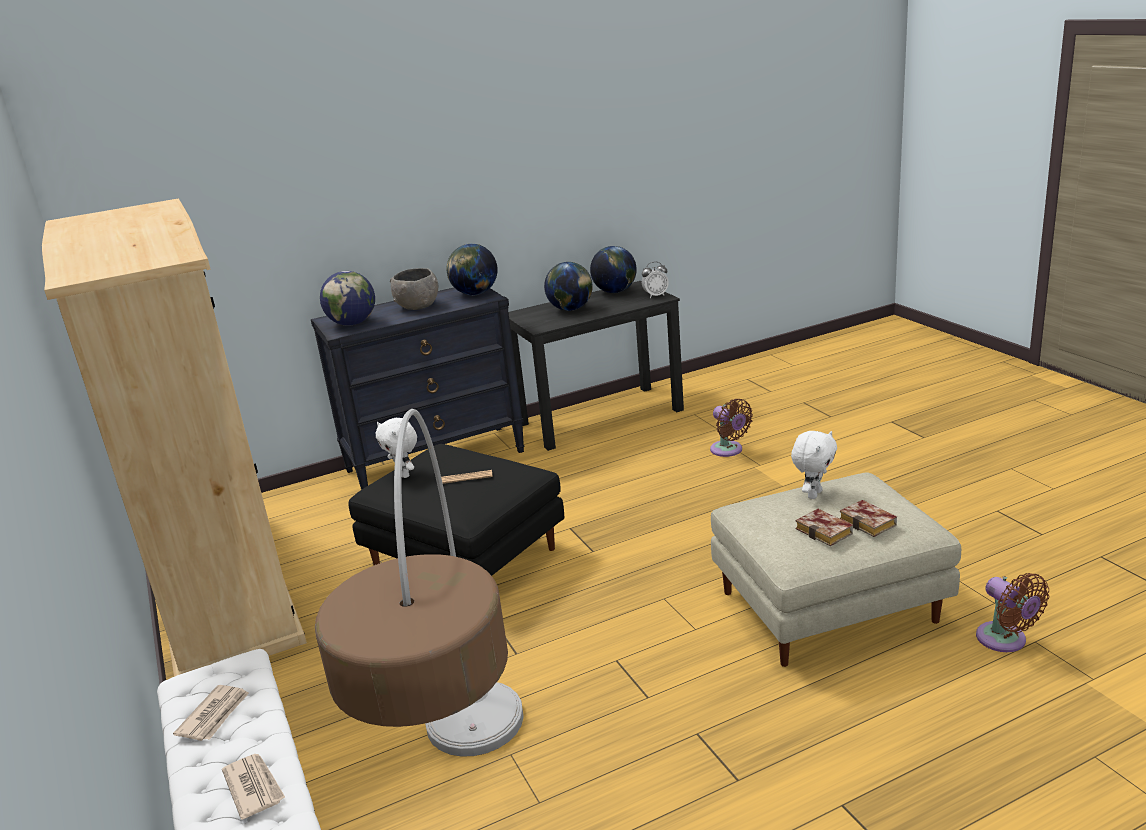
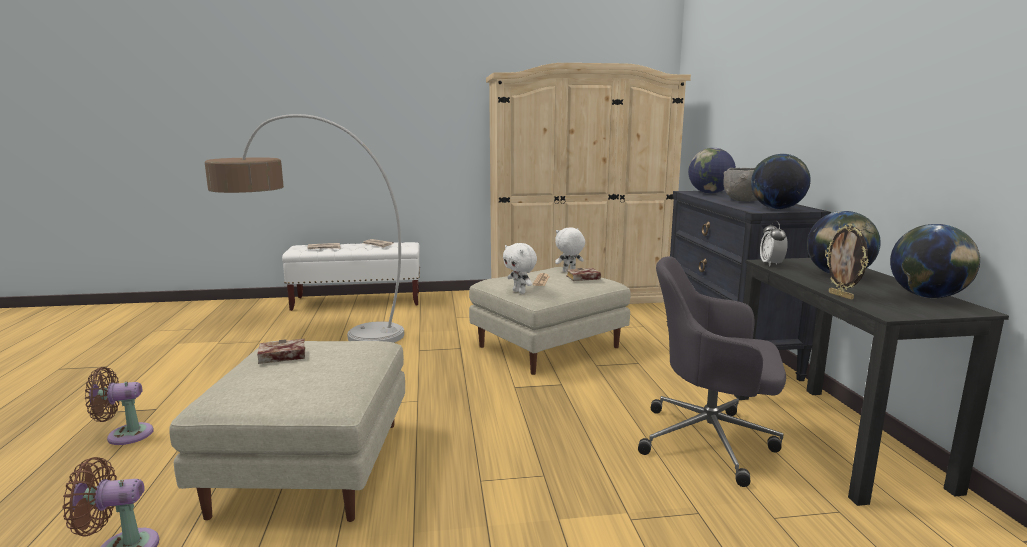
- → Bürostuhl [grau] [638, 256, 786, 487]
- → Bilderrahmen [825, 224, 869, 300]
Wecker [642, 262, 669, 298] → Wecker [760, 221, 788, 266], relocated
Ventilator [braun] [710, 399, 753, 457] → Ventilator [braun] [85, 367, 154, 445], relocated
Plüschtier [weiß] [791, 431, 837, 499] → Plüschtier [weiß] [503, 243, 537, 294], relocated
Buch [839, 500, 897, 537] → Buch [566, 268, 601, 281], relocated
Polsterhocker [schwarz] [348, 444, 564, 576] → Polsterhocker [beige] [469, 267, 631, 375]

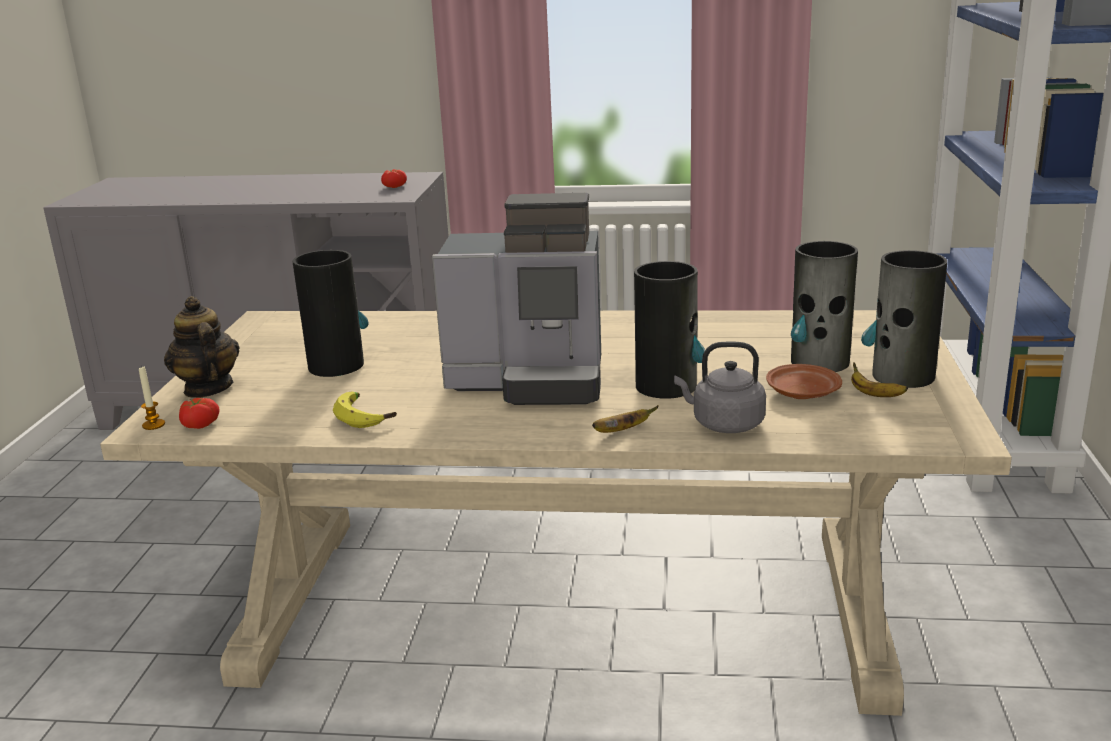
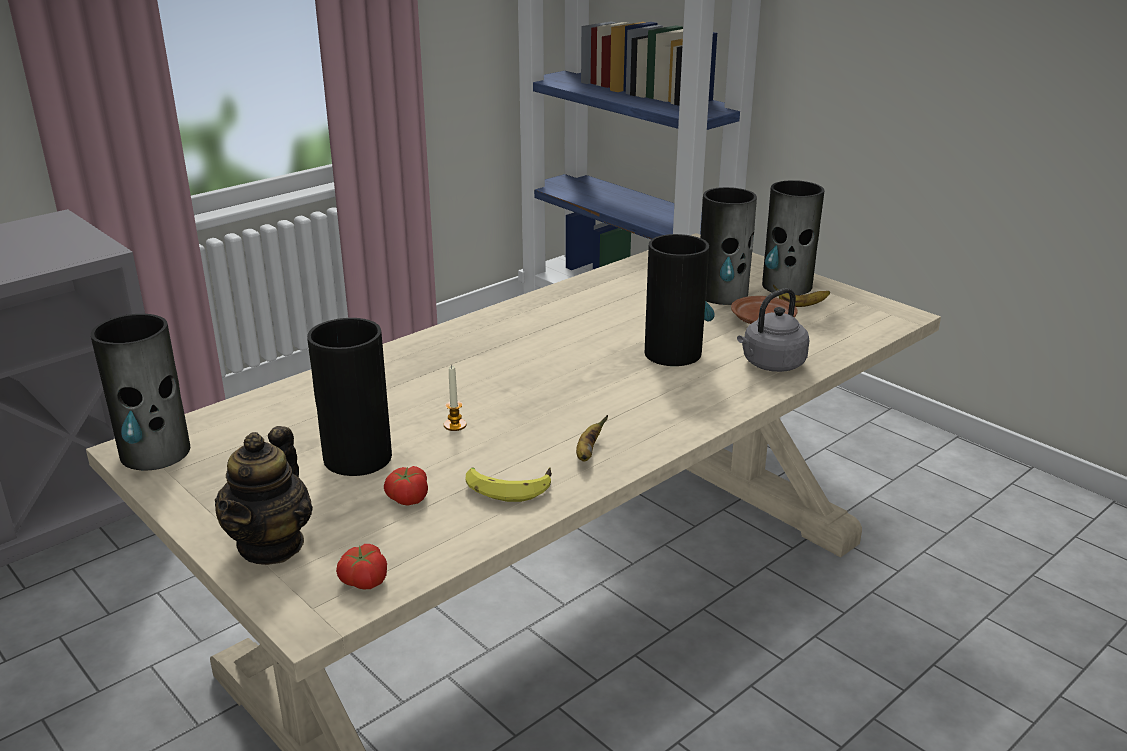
Kaffeemaschine [432, 193, 601, 405] → -
- → Vase [91, 314, 190, 470]
Kerze [139, 366, 165, 430] → Kerze [444, 366, 467, 431], relocated
Tomate [381, 169, 407, 188] → Tomate [384, 466, 428, 506], relocated
Banane [592, 405, 659, 433] → Banane [576, 415, 608, 462], relocated
Teekanne [164, 296, 240, 398] → Teekanne [215, 426, 313, 565], 90 degrees counterclockwise

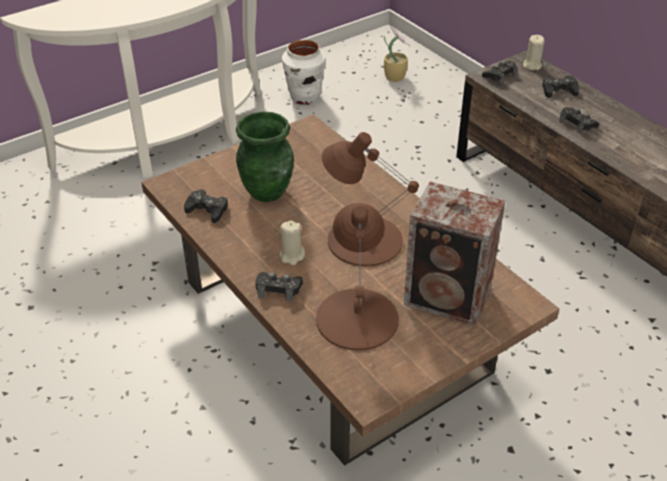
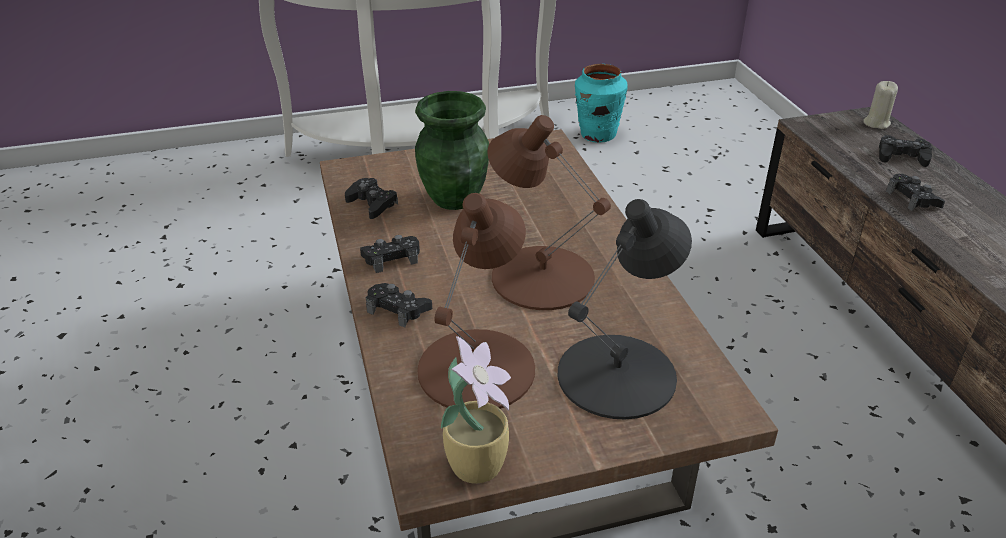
Kerze [beige] [280, 221, 305, 265] → -
Topfpflanze [384, 24, 410, 82] → Topfpflanze [441, 336, 511, 484], relocated
Gamepad [schwarz] [482, 61, 518, 84] → Gamepad [schwarz] [360, 235, 420, 273], relocated
Lautsprecher [404, 182, 505, 326] → Tischlampe [schwarz] [558, 199, 692, 419]
Vase [weiß] [282, 40, 326, 105] → Vase [türkis] [575, 64, 628, 143]

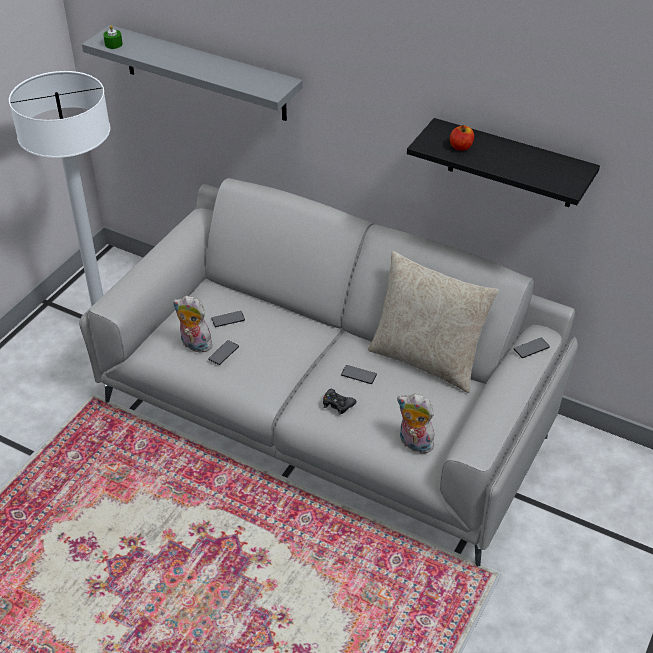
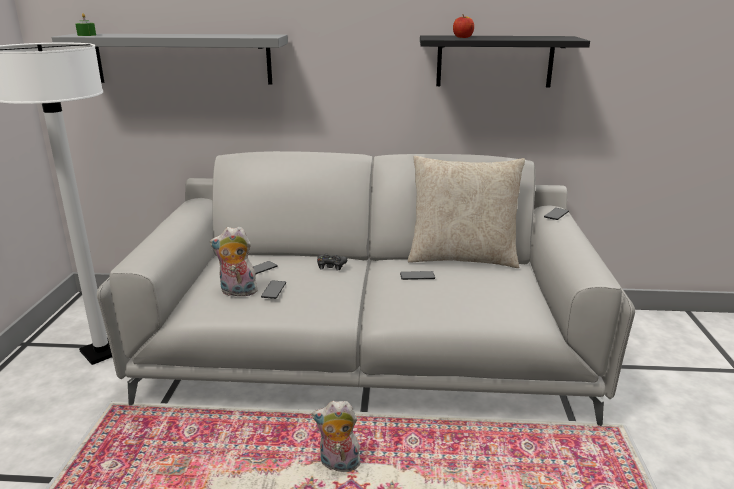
Gamepad [schwarz] [323, 389, 357, 415] → Gamepad [schwarz] [317, 254, 347, 270], relocated
Plüschtier [397, 394, 434, 454] → Plüschtier [312, 401, 364, 472], relocated

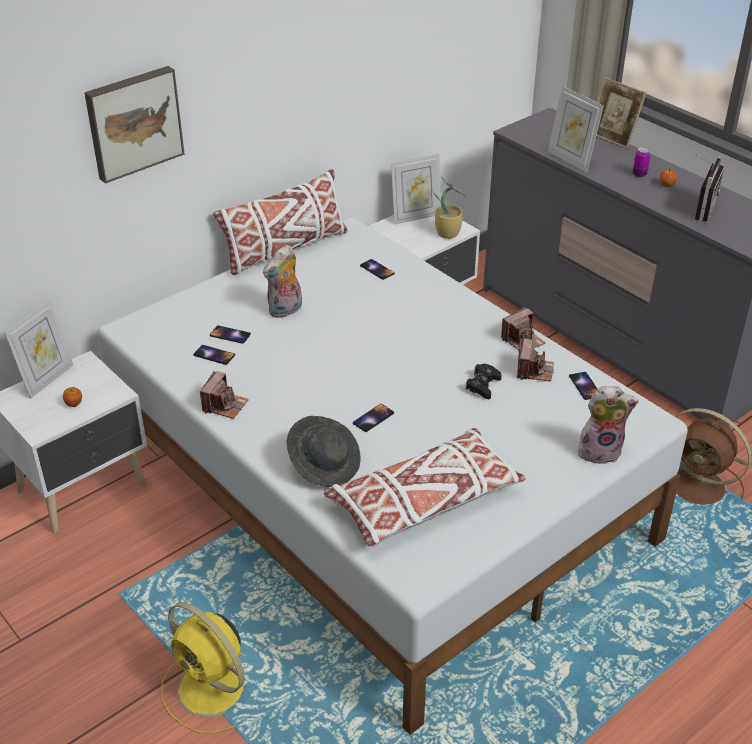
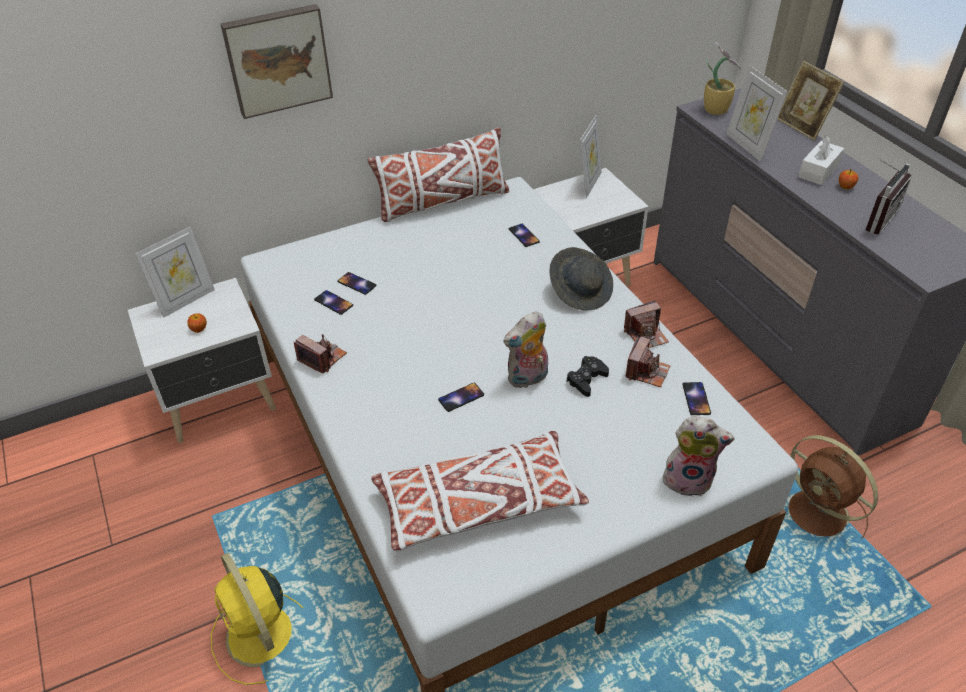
Plüschtier [263, 245, 302, 318] → Plüschtier [503, 311, 548, 388], relocated
Hut [grau] [287, 416, 361, 487] → Hut [grau] [549, 247, 613, 310], relocated
Topfpflanze [432, 175, 465, 239] → Topfpflanze [704, 42, 741, 115], relocated
Dose [633, 147, 651, 177] → Taschentuchbox [weiß] [798, 135, 844, 185]
Kamera [200, 371, 249, 419] → Kamera [294, 334, 347, 374], 90 degrees counterclockwise
Bilderrahmen [391, 154, 441, 225] → Bilderrahmen [580, 115, 602, 199], 60 degrees counterclockwise

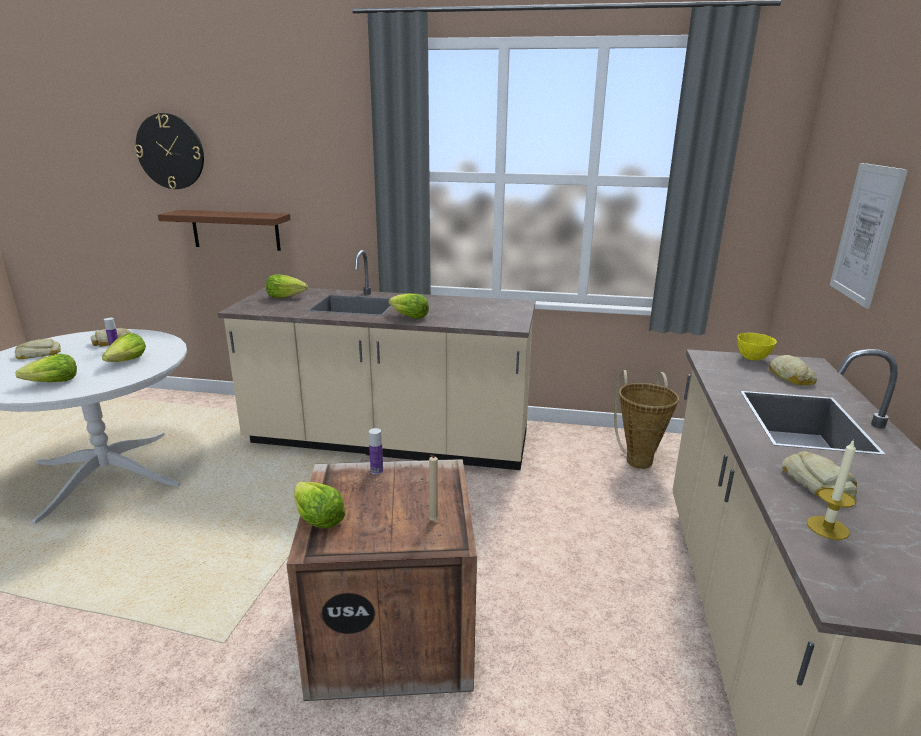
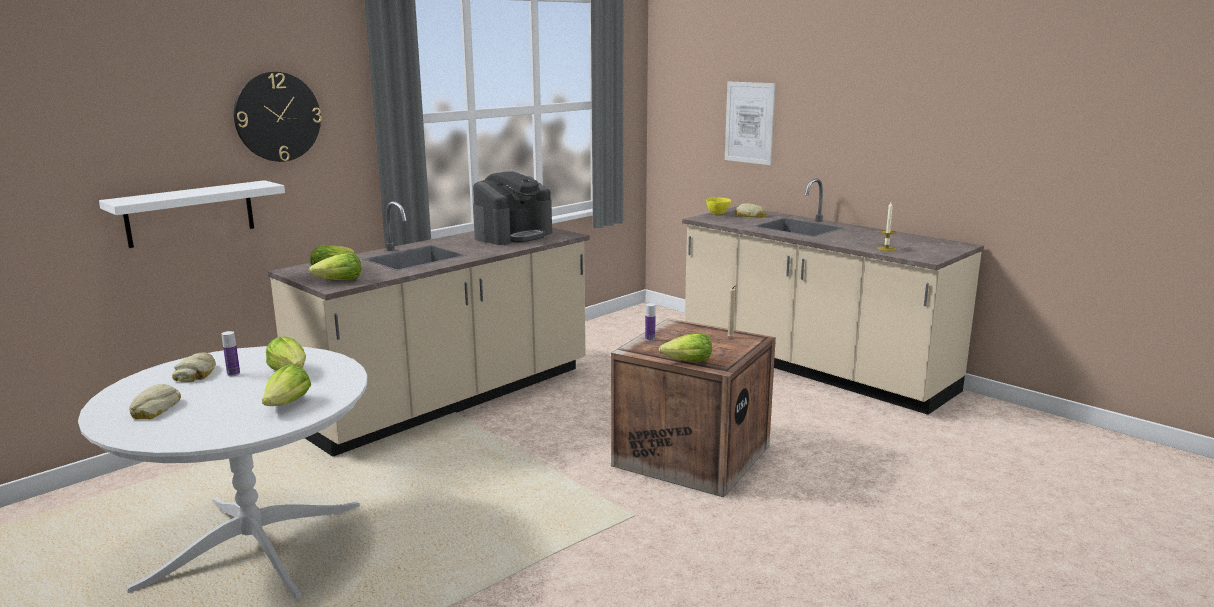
Korb [614, 370, 679, 469] → -
Brot [782, 451, 857, 498] → -
- → Kaffeemaschine [473, 171, 552, 245]
Wanduhr [135, 113, 204, 189] → Wanduhr [234, 72, 322, 162], relocated
Salatkopf [389, 293, 429, 319] → Salatkopf [309, 253, 361, 280], relocated
Wandregal [braun] [158, 210, 291, 251] → Wandregal [weiß] [99, 180, 285, 248]

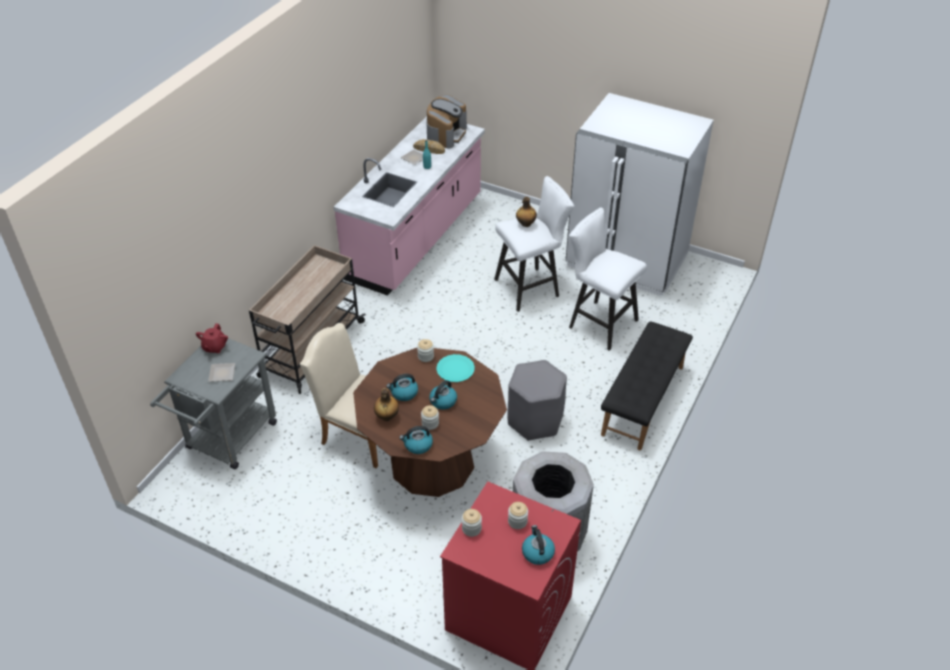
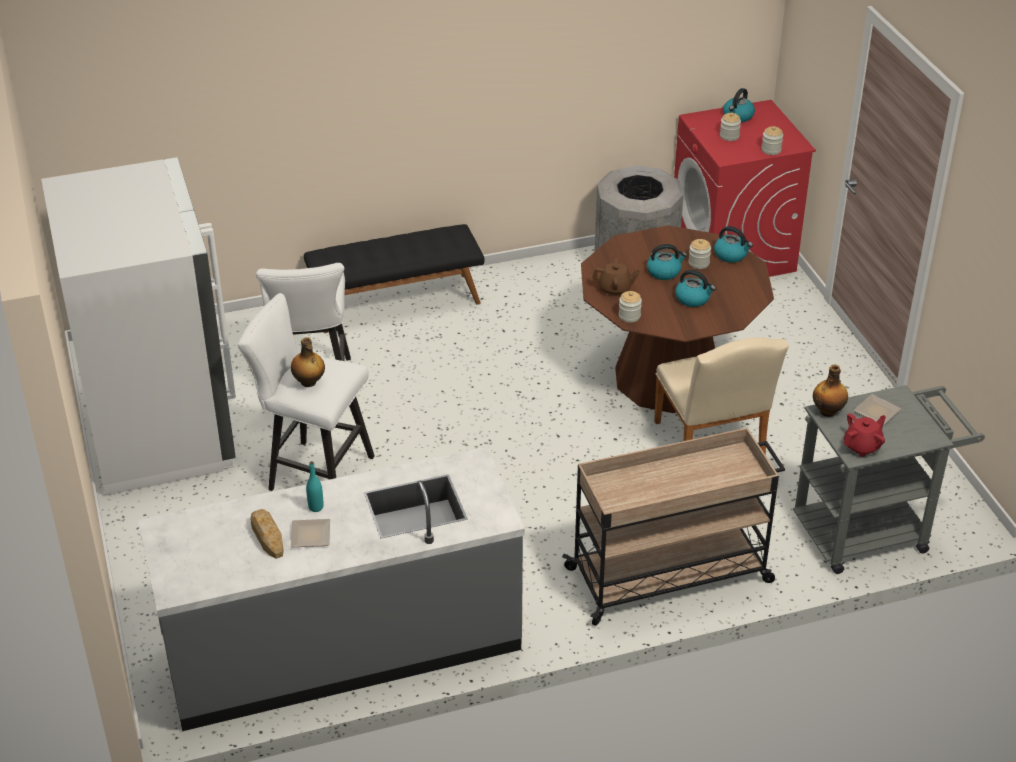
Kaffeemaschine [426, 95, 467, 149] → -
Hocker [grau] [507, 360, 567, 441] → -
Flasche [374, 388, 399, 421] → Flasche [813, 365, 848, 417], relocated
Teller [türkis] [436, 354, 475, 382] → Teekanne [braun] [592, 258, 640, 296]
Küchenzeile [rosa] [334, 116, 485, 296] → Küchenzeile [grau] [138, 447, 525, 731]

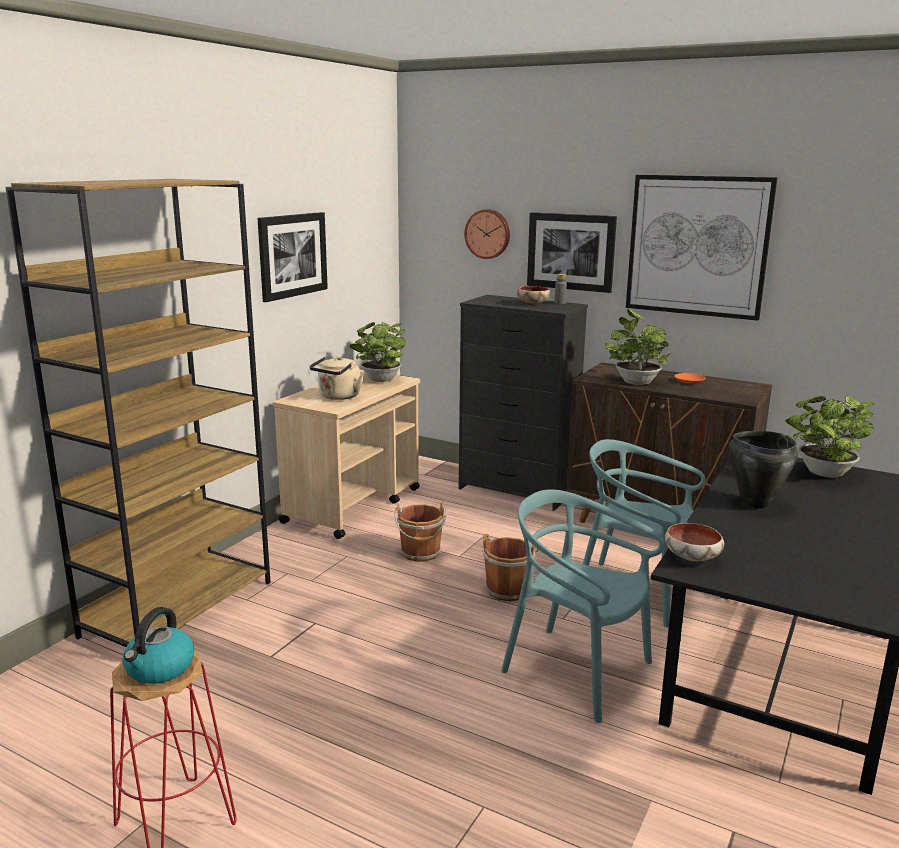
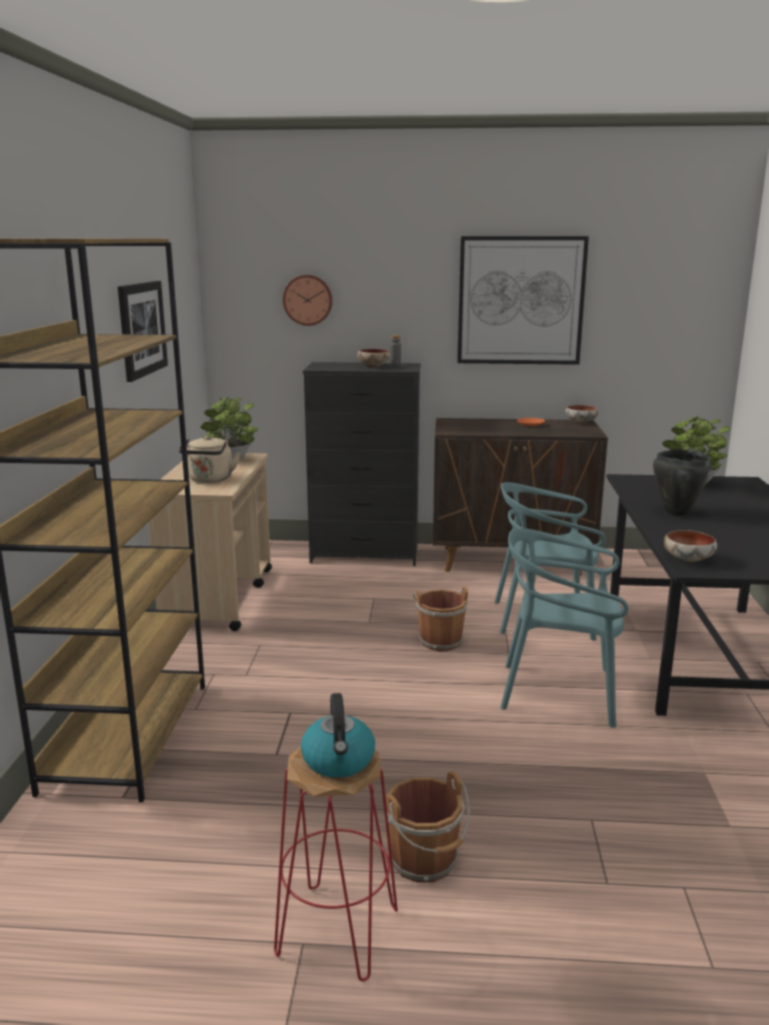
Bild [527, 212, 617, 293] → -
Topfpflanze [605, 309, 673, 385] → -
- → Schüssel [565, 405, 598, 424]
Eimer [braun] [395, 502, 447, 562] → Eimer [braun] [386, 771, 470, 882], relocated

